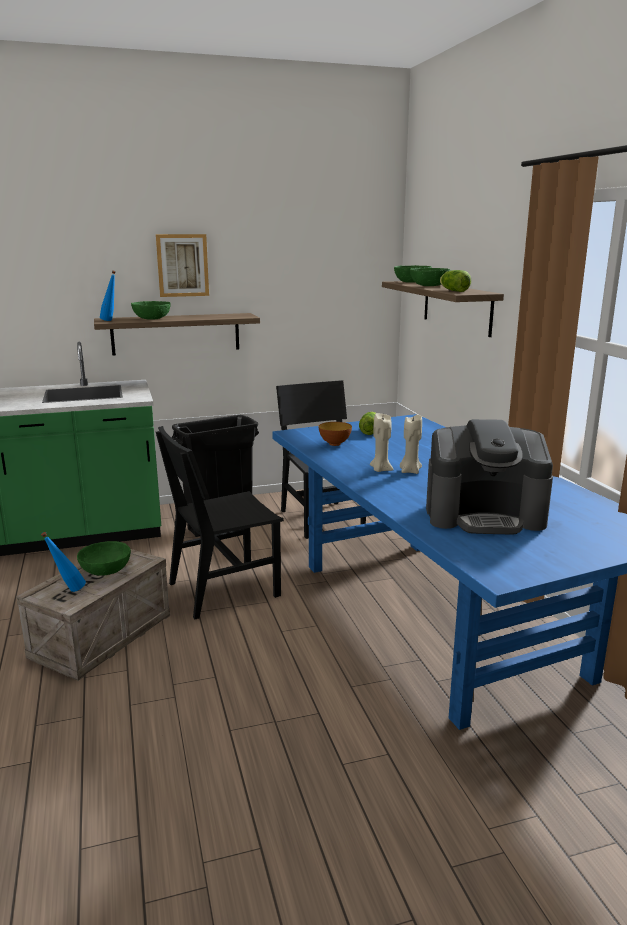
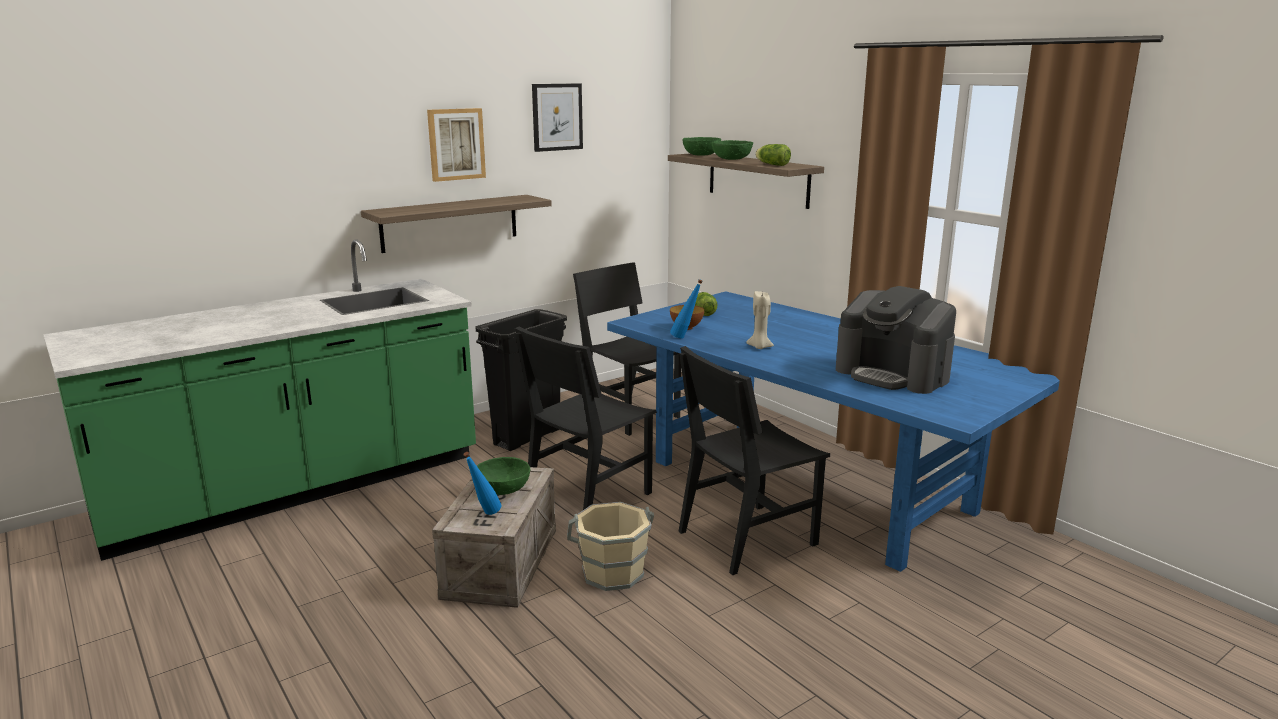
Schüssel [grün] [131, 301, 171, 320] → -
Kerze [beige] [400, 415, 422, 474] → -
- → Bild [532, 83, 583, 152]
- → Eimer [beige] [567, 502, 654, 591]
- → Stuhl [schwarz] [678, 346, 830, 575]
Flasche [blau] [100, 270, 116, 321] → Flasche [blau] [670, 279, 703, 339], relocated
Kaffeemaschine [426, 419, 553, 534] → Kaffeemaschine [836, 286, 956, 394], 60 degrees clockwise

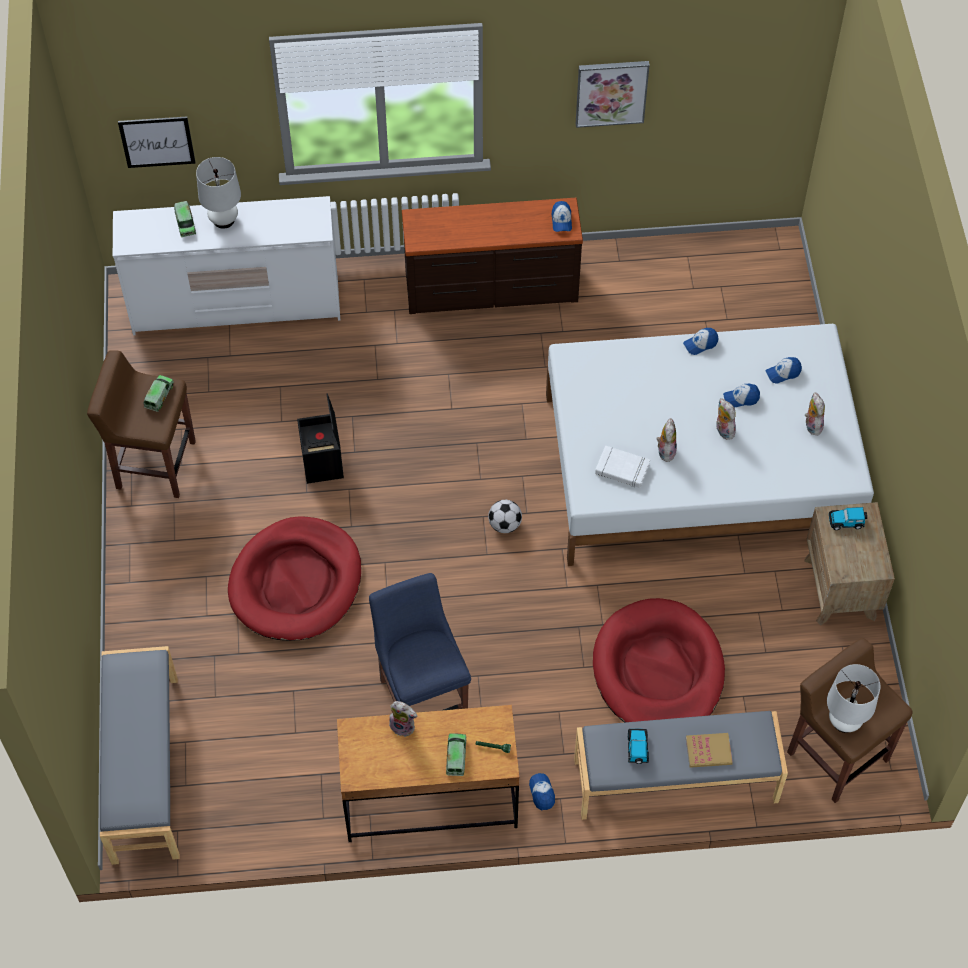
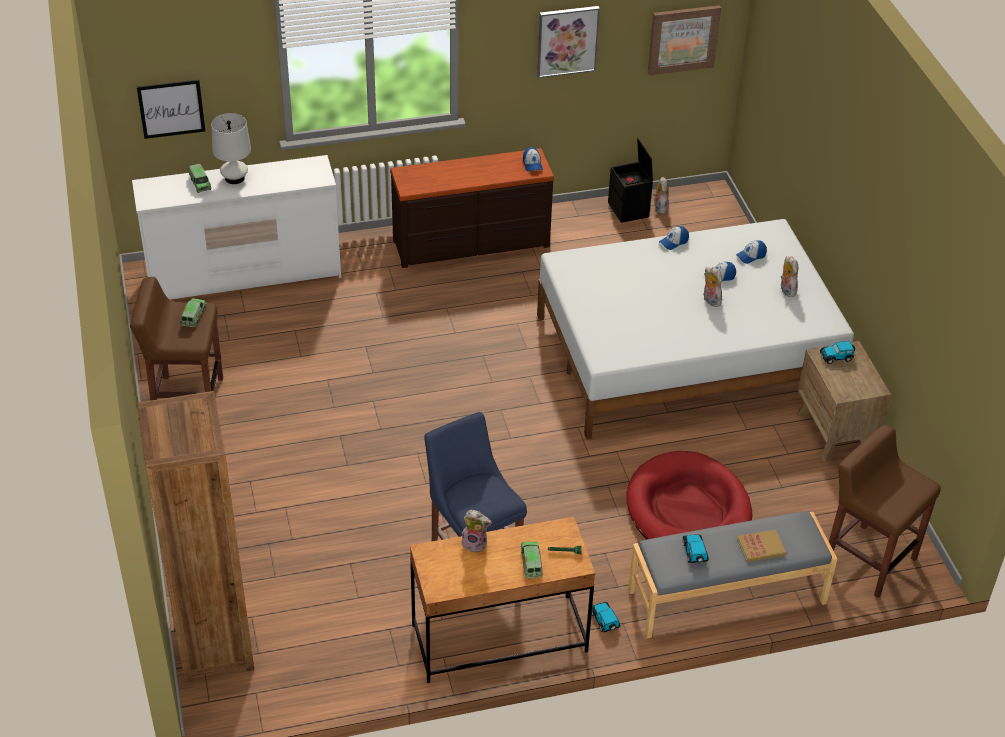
Hundebett [rot] [228, 516, 361, 641] → -
Fußball [488, 500, 522, 533] → -
Buch [weiß] [595, 445, 650, 488] → -
Tischlampe [weiß] [827, 664, 880, 733] → -
- → Bild [648, 5, 721, 75]
Aufbewahrungsbox [schwarz] [297, 393, 344, 484] → Aufbewahrungsbox [schwarz] [608, 138, 653, 223], relocated
Plüschtier [657, 418, 677, 462] → Plüschtier [653, 177, 669, 214], relocated
Bank [grau] [100, 646, 180, 865] → Bücherregal [braun] [137, 391, 254, 683]
Kappe [529, 773, 555, 810] → Spielzeugauto [592, 602, 620, 633]

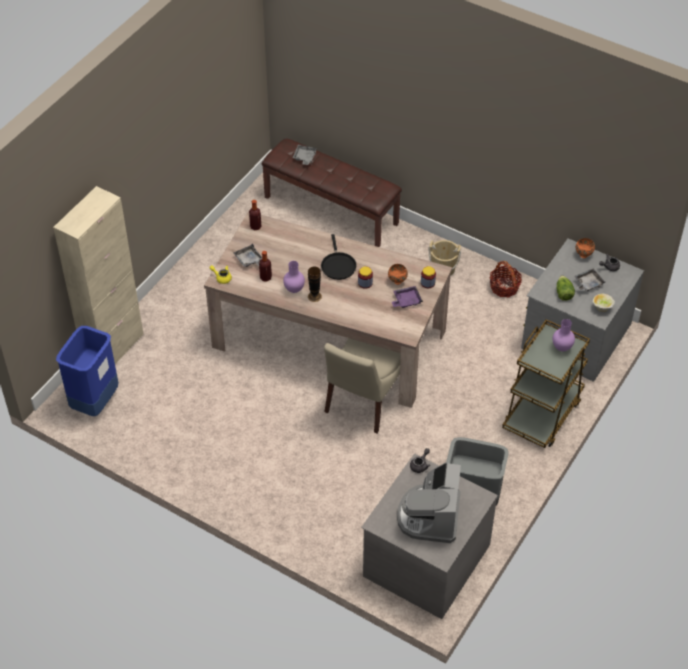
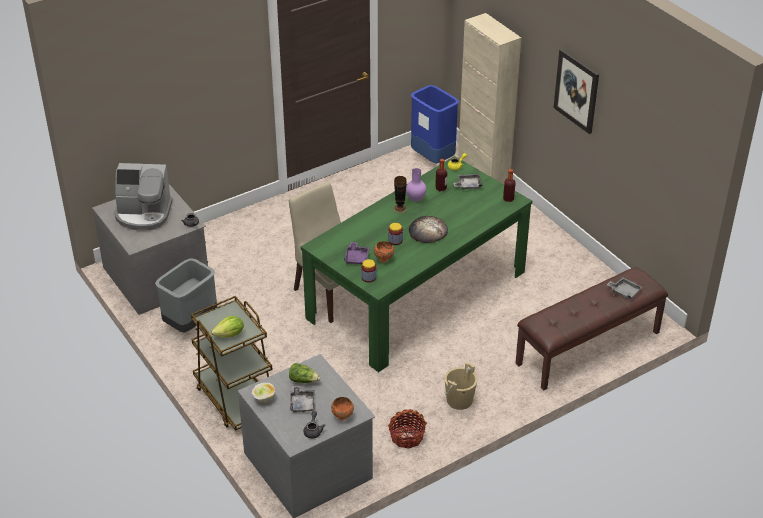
- → Bild [553, 49, 599, 134]
Pfanne [schwarz] [321, 234, 357, 280] → Brot [409, 216, 448, 243]
Vase [lila] [553, 319, 575, 351] → Salatkopf [211, 316, 244, 338]
Esstisch [beige] [204, 211, 452, 408] → Esstisch [grün] [301, 156, 532, 372]
Kaffeemaschine [397, 462, 461, 543] → Kaffeemaschine [114, 163, 173, 231], 150 degrees clockwise

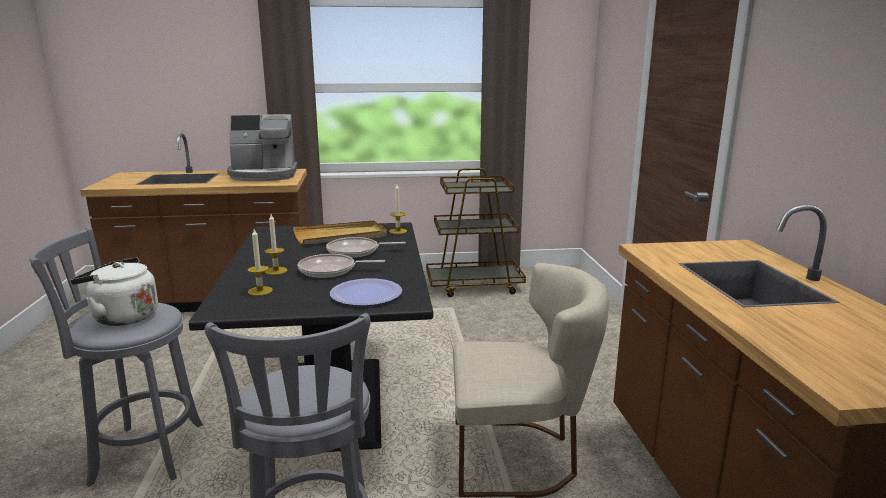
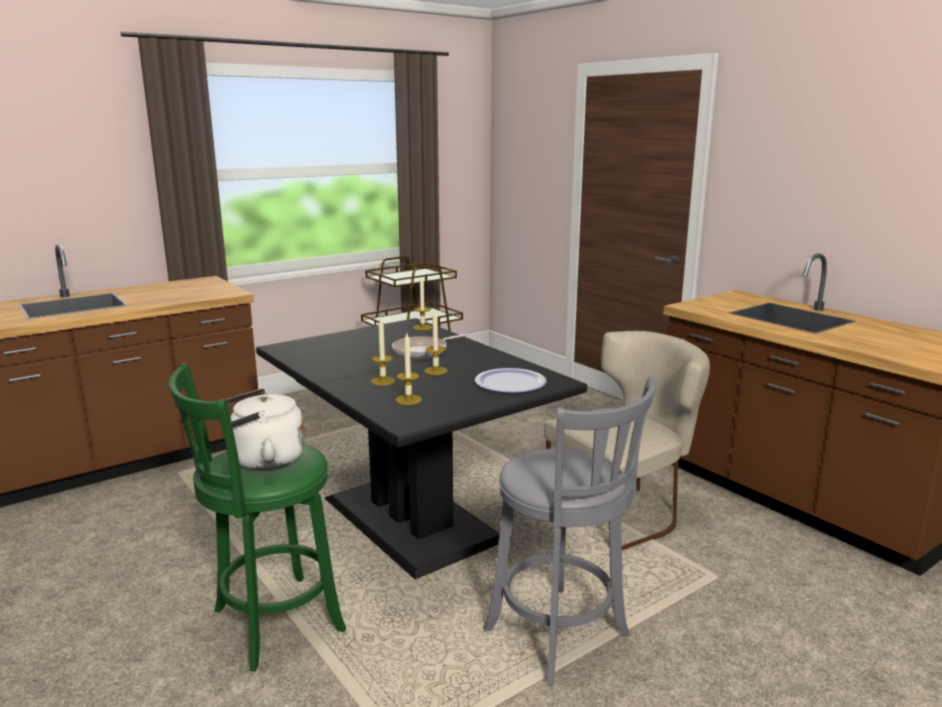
Kaffeemaschine [227, 114, 298, 181] → -
Tablett [beige] [293, 220, 387, 244] → -
Pfanne [298, 254, 385, 278] → Kerze [424, 311, 448, 375]
Hocker [grau] [29, 227, 203, 487] → Hocker [grün] [169, 363, 346, 672]

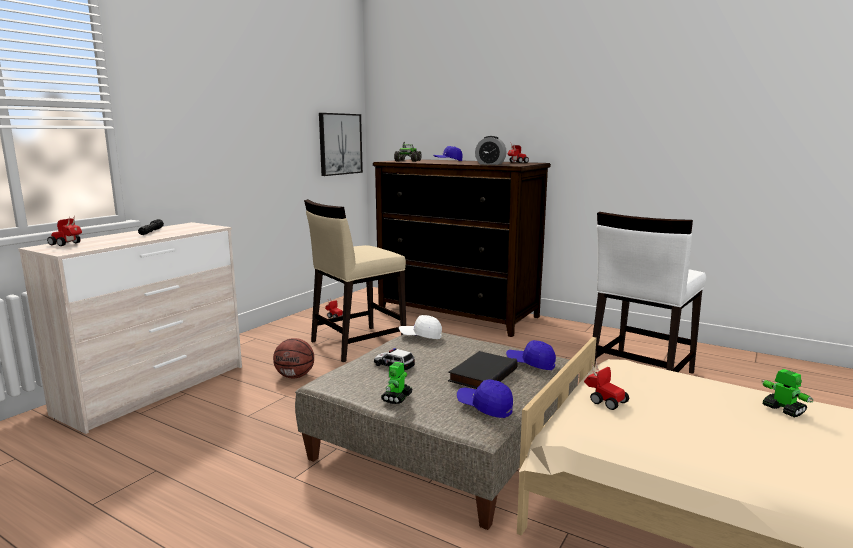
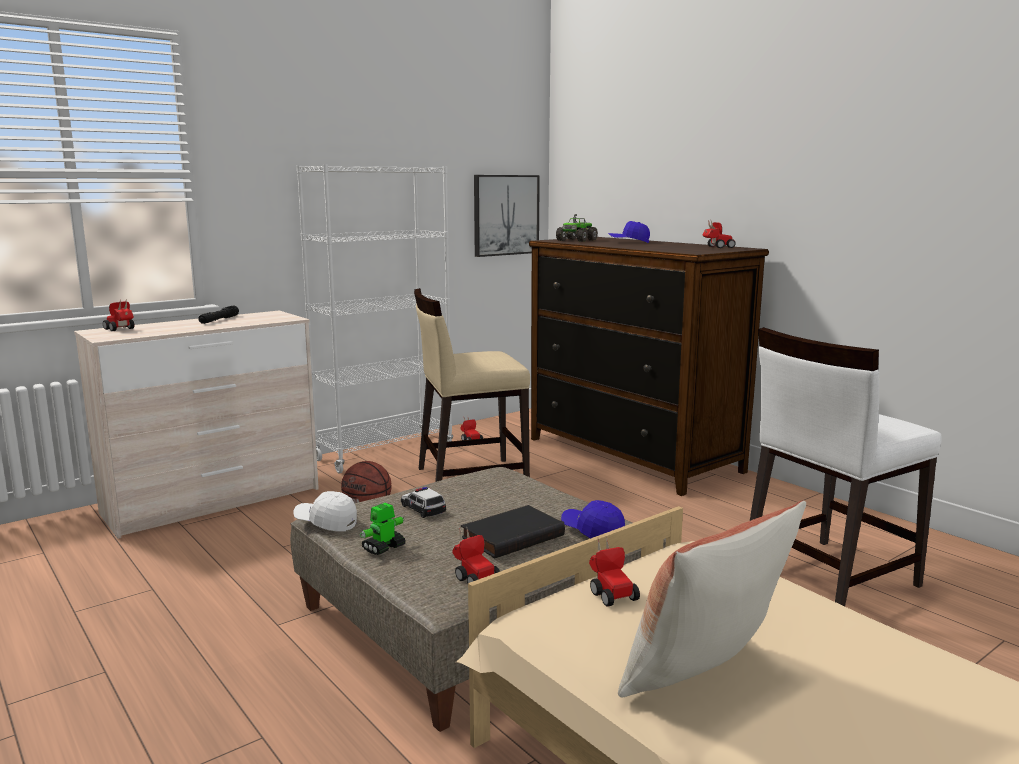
Wecker [475, 136, 507, 165] → -
Spielzeugroboter [762, 369, 813, 418] → -
- → Bücherregal [weiß] [297, 164, 453, 474]
- → Kissen [618, 501, 806, 697]
Kappe [weiß] [399, 315, 442, 339] → Kappe [weiß] [293, 491, 357, 532], relocated
Kappe [blau] [457, 379, 513, 418] → Spielzeugauto [452, 526, 500, 583]

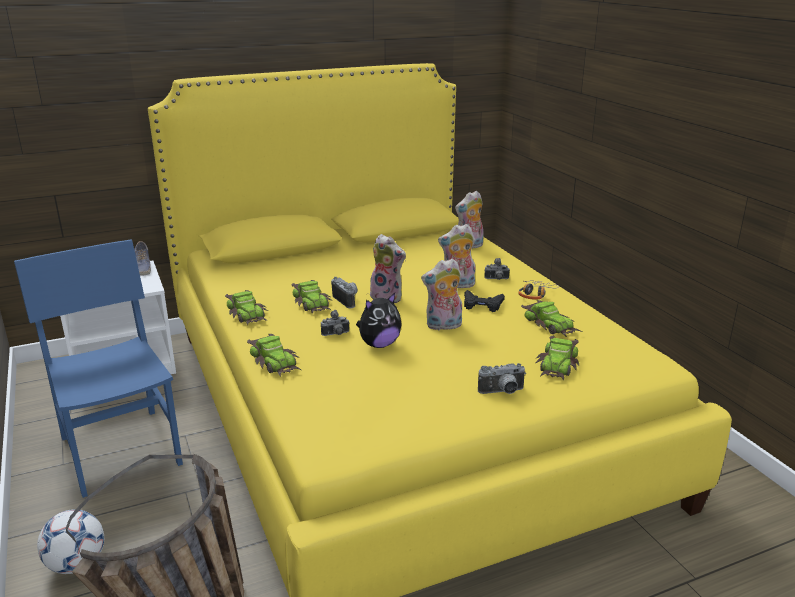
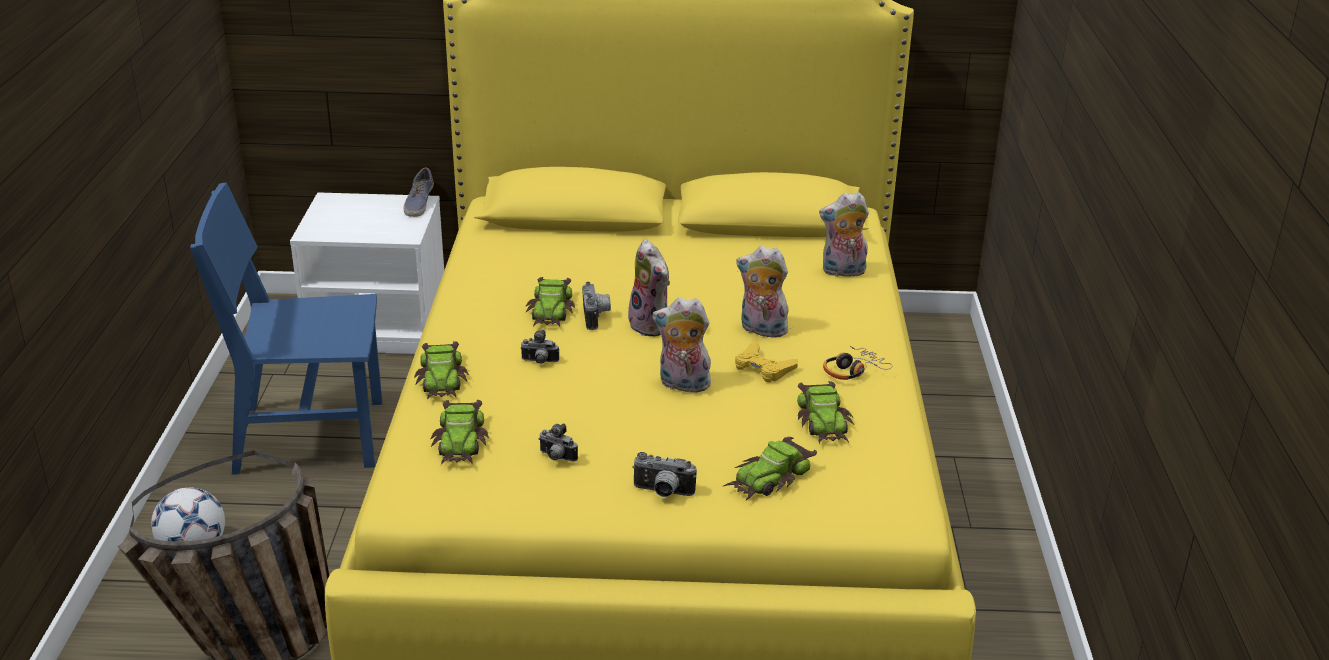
Plüschtier [356, 293, 402, 348] → -
Spielzeugauto [225, 290, 268, 325] → Spielzeugauto [430, 400, 489, 465], relocated
Kamera [484, 258, 510, 280] → Kamera [539, 423, 578, 462], relocated
Gamepad [schwarz] [464, 290, 505, 312] → Gamepad [gelb] [735, 341, 798, 383]
Stuhl [blau] [14, 239, 183, 498] → Stuhl [blau] [190, 182, 382, 475], 90 degrees counterclockwise

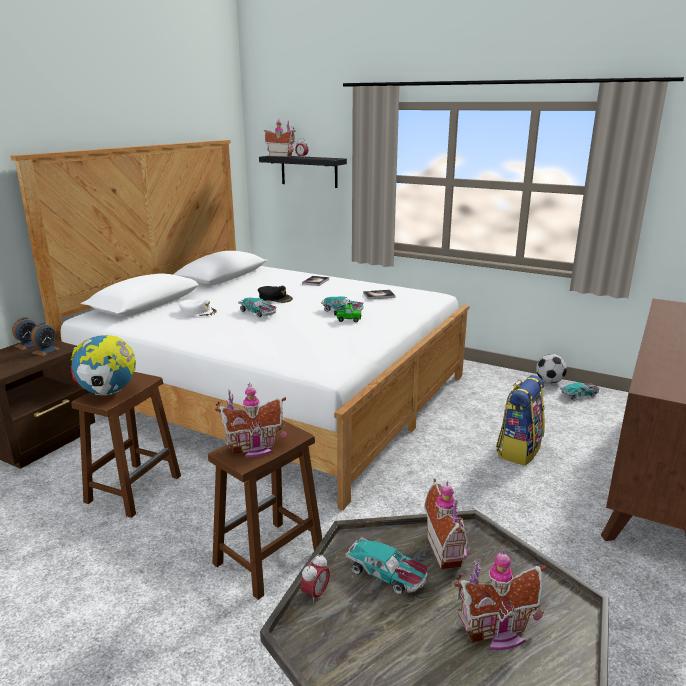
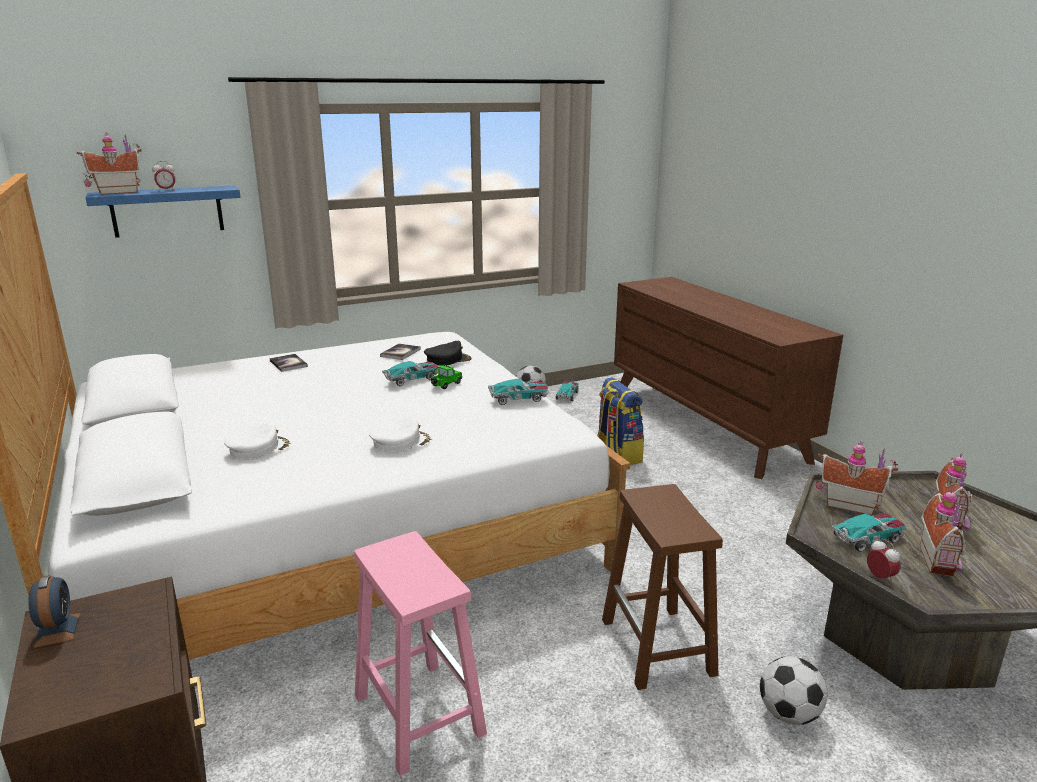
Wecker [30, 323, 60, 356] → -
Globus [70, 335, 136, 395] → -
- → Kappe [weiß] [369, 417, 432, 453]
- → Fußball [760, 656, 828, 725]
Spielzeughaus [215, 383, 288, 457] → Spielzeughaus [920, 488, 965, 576], relocated
Spielzeugauto [238, 297, 277, 317] → Spielzeugauto [488, 379, 549, 405], relocated
Kappe [schwarz] [258, 286, 293, 303] → Kappe [schwarz] [424, 341, 472, 366], relocated
Hocker [braun] [71, 372, 181, 518] → Hocker [rosa] [354, 531, 487, 776]
Wandregal [schwarz] [259, 156, 347, 188] → Wandregal [blau] [85, 186, 241, 238]

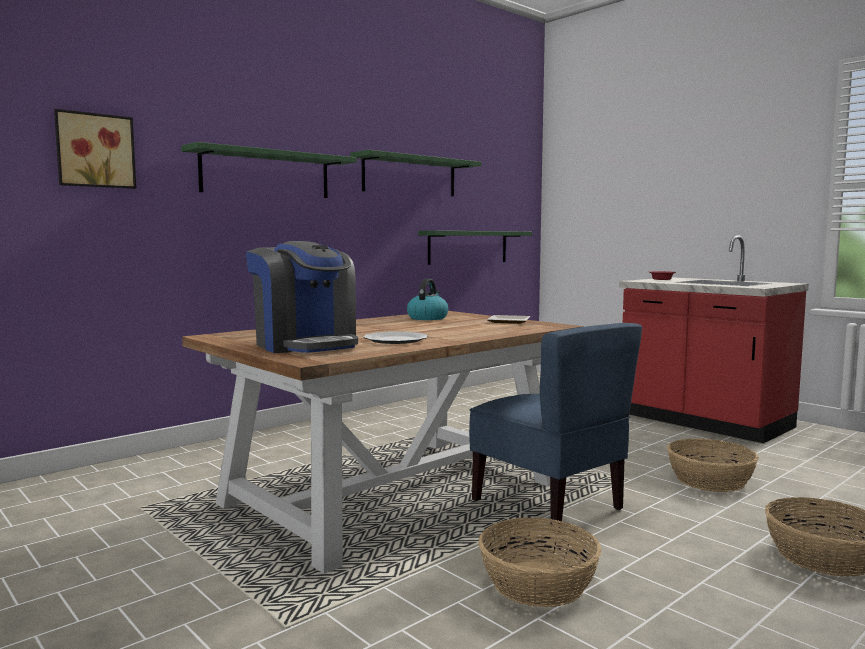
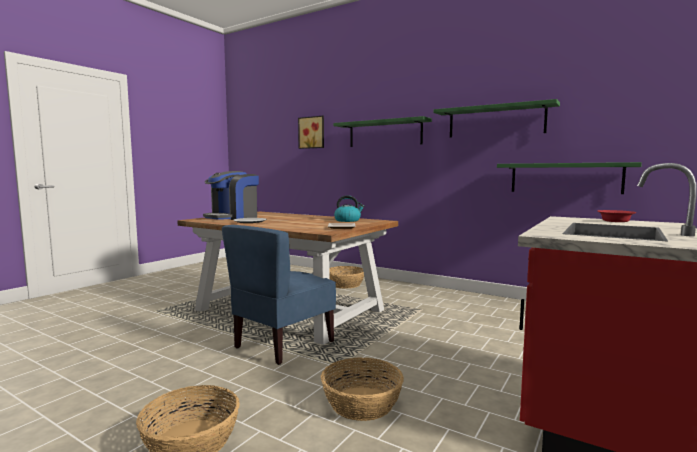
Korb [479, 518, 601, 607] → Korb [329, 266, 364, 289], relocated

